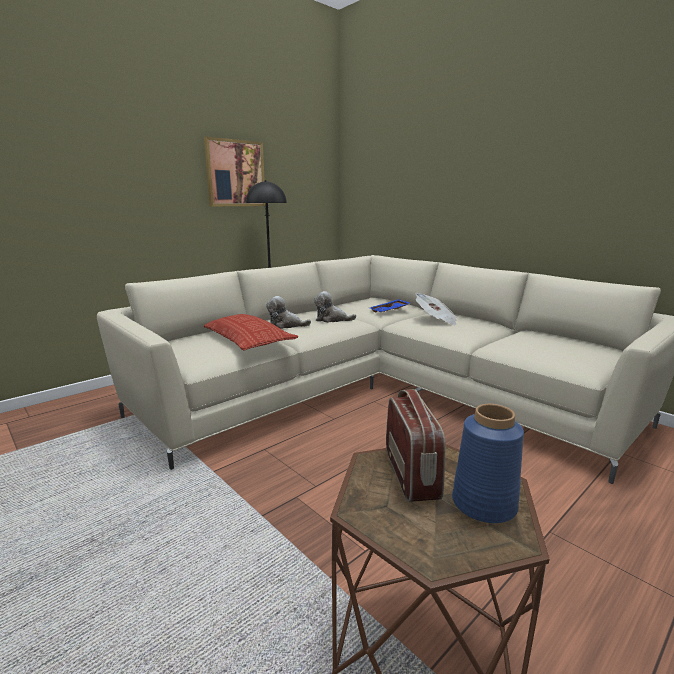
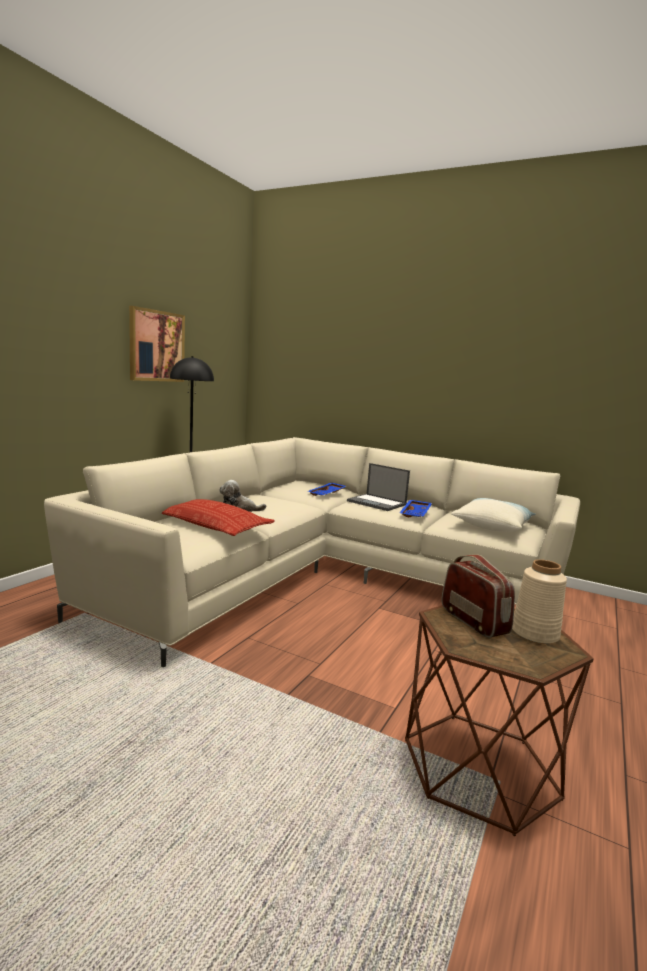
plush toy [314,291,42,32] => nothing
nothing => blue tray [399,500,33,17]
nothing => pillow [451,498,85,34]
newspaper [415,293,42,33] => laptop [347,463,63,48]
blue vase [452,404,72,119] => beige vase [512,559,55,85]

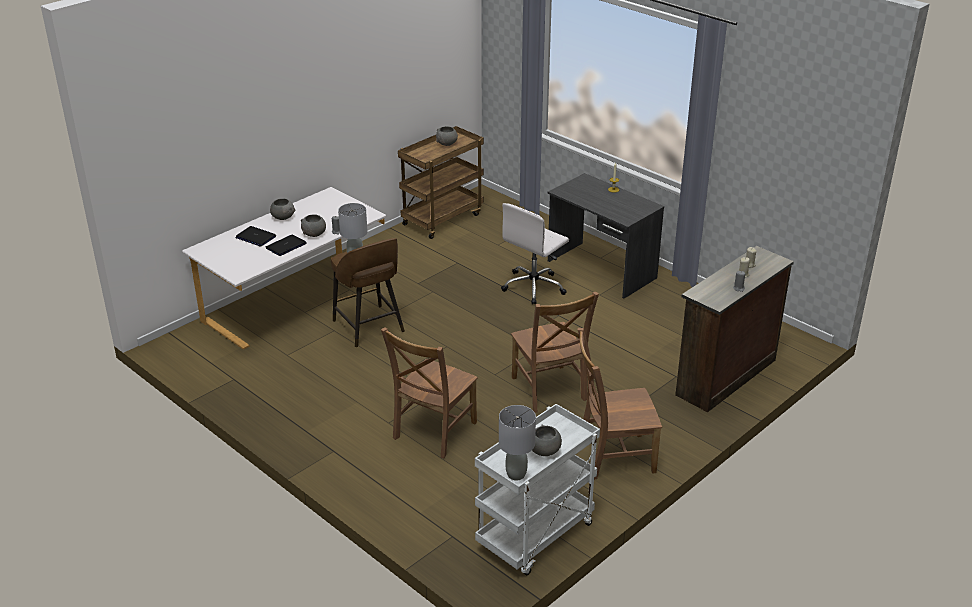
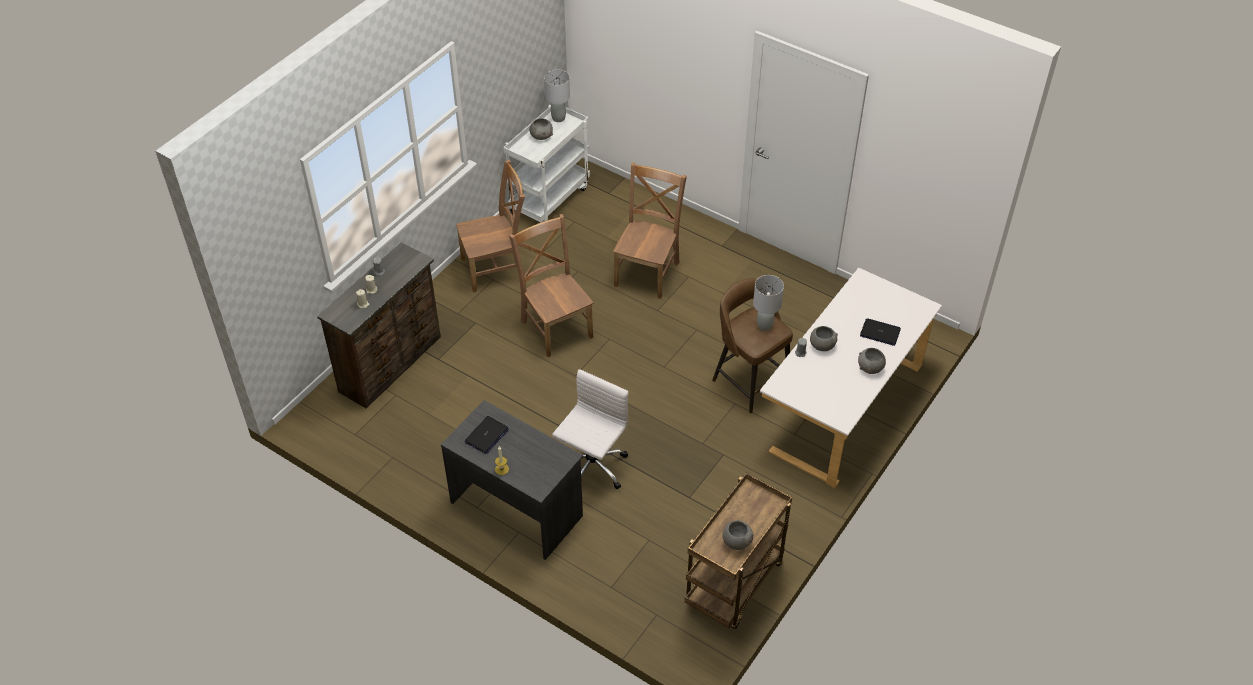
laptop [266,234,41,22] => laptop [465,416,44,38], moved

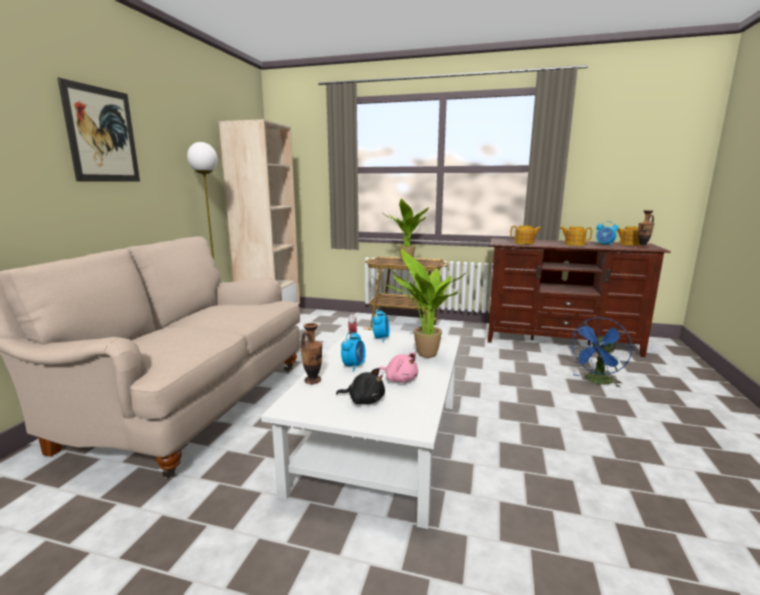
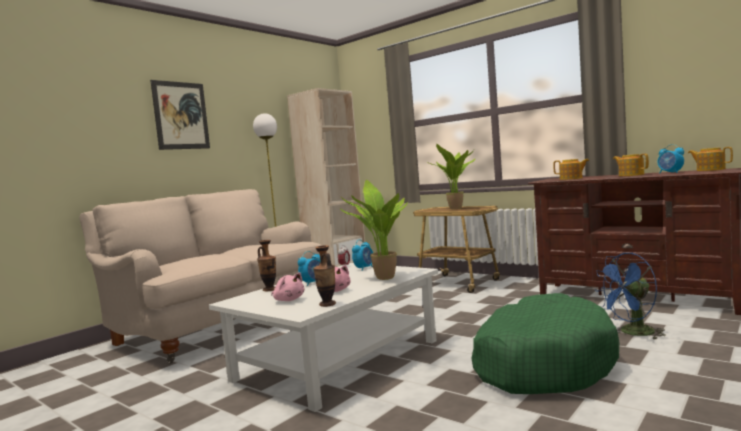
nothing => green dog bed [471,293,149,101]
vase [637,210,17,38] => vase [313,245,23,62], moved
black plush toy [336,368,49,36] => pink plush toy [271,272,34,29]

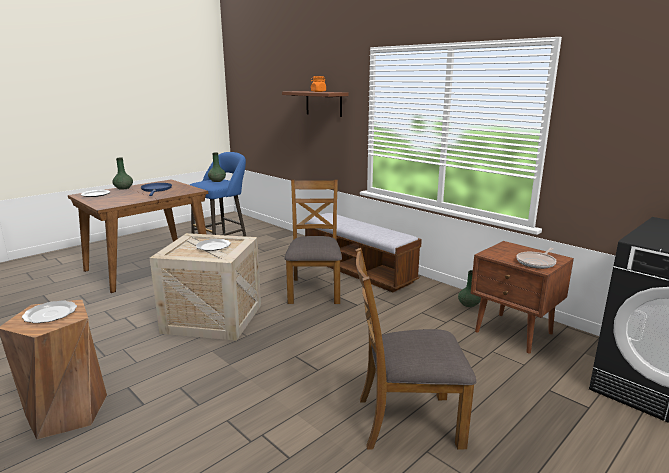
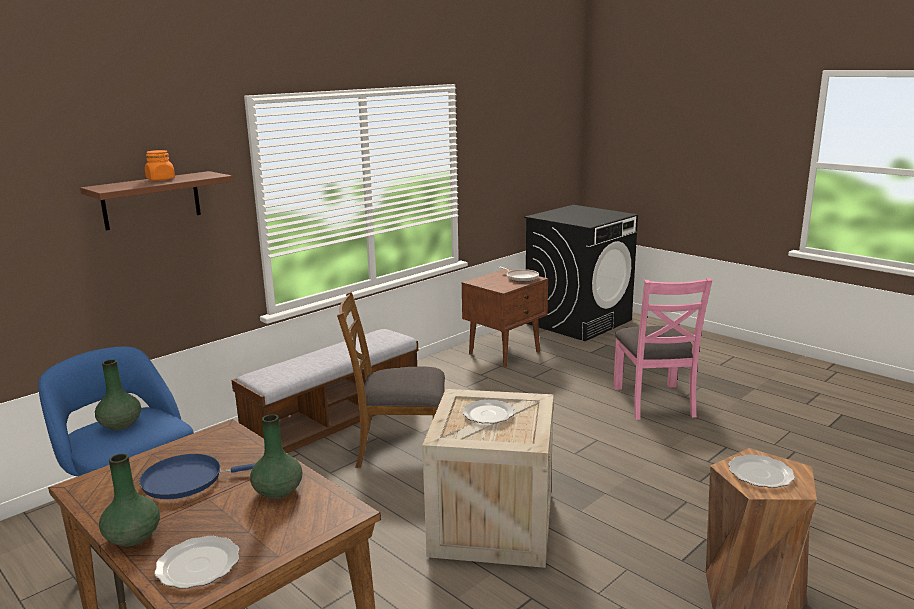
green vase [458,270,23,37] => green vase [250,414,53,85], moved
brown chair [356,248,120,202] => pink chair [613,278,99,142]

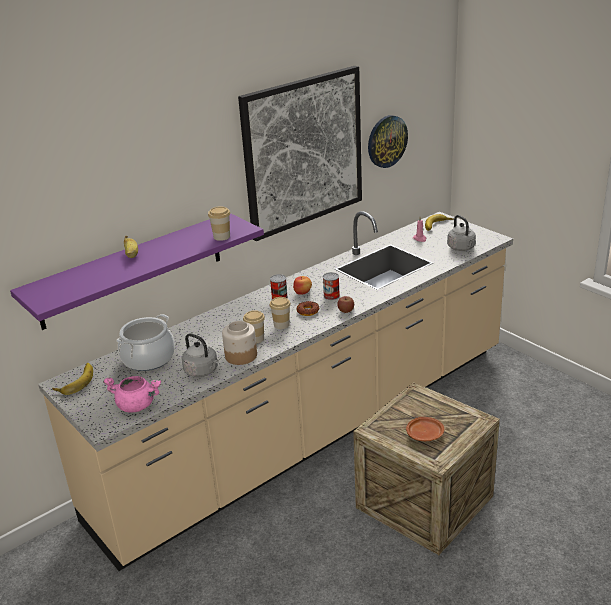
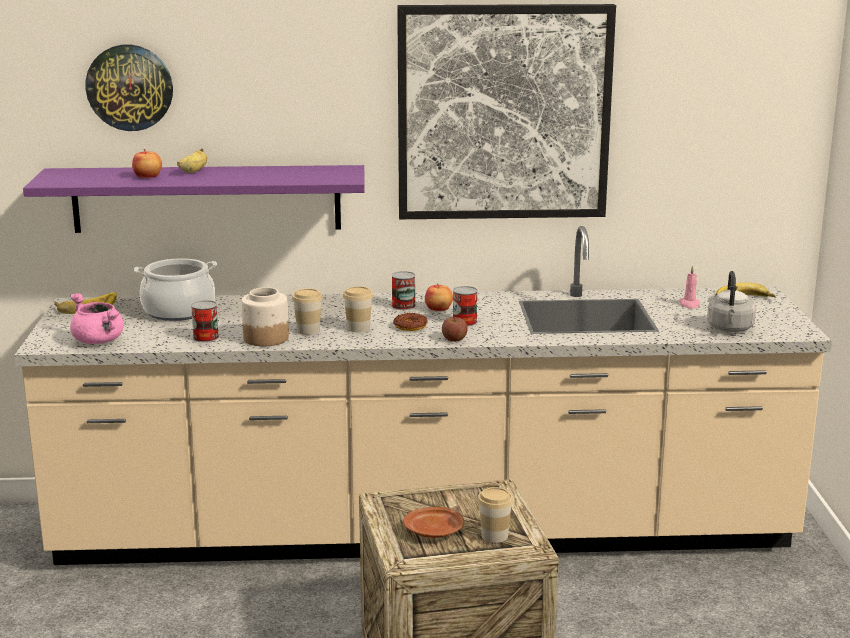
nothing => apple [132,149,30,29]
cup [208,206,22,35] => cup [478,487,35,56], moved
wall clock [368,115,40,53] => wall clock [85,45,88,86], moved
grey kettle [182,333,37,44] => can [191,300,28,42]

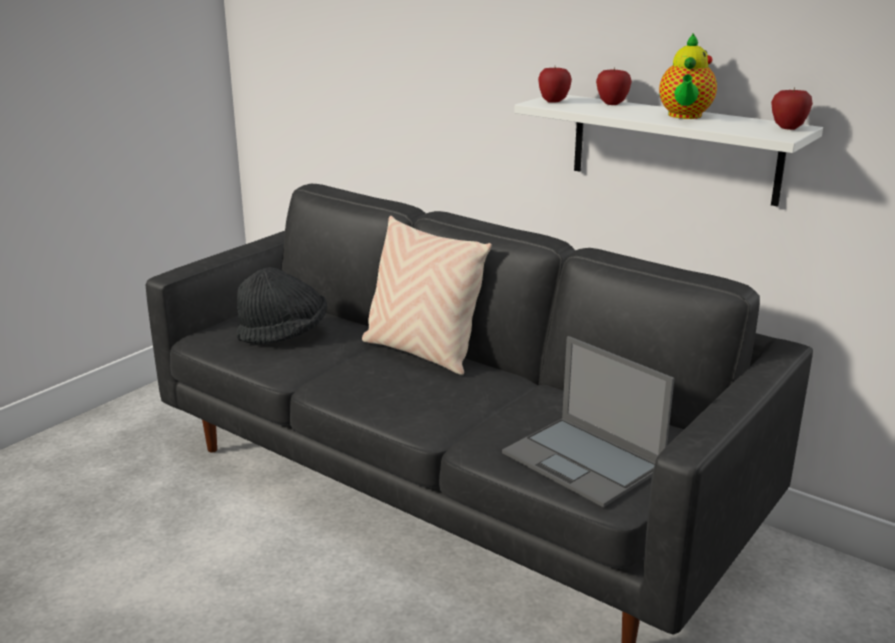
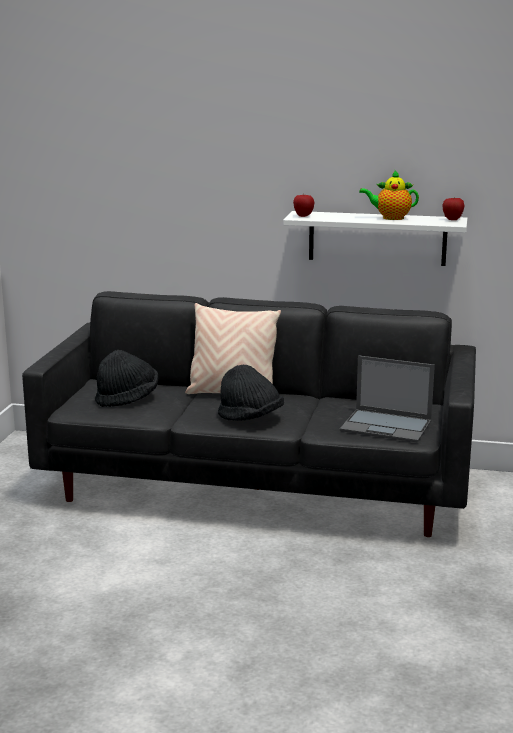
apple [596,68,36,37] => nothing
nothing => black hat [218,365,66,56]
teapot [659,33,58,86] => teapot [359,170,60,50], 105 degrees clockwise

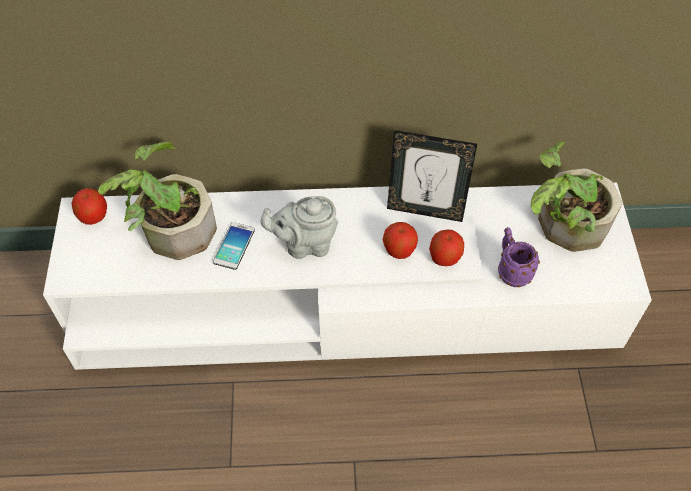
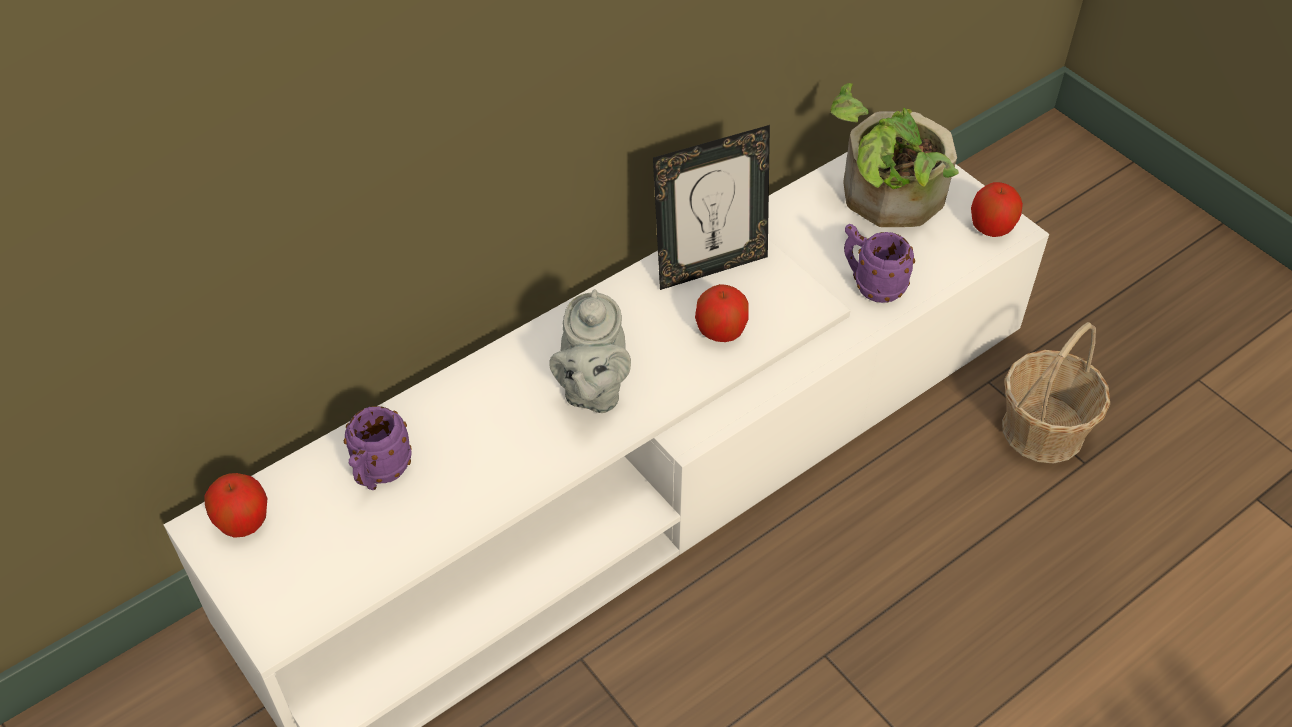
phone [213,222,42,48] => nothing
nothing => basket [1002,322,108,142]
apple [429,229,35,37] => apple [971,182,52,55], moved
potted plant [98,142,119,118] => purple mug [344,406,68,84]
grey teapot [261,196,77,63] => grey teapot [549,289,82,124], 45 degrees counterclockwise

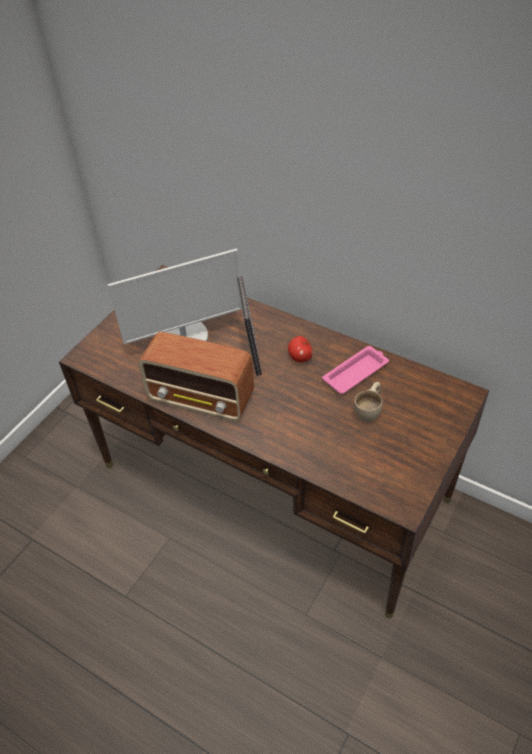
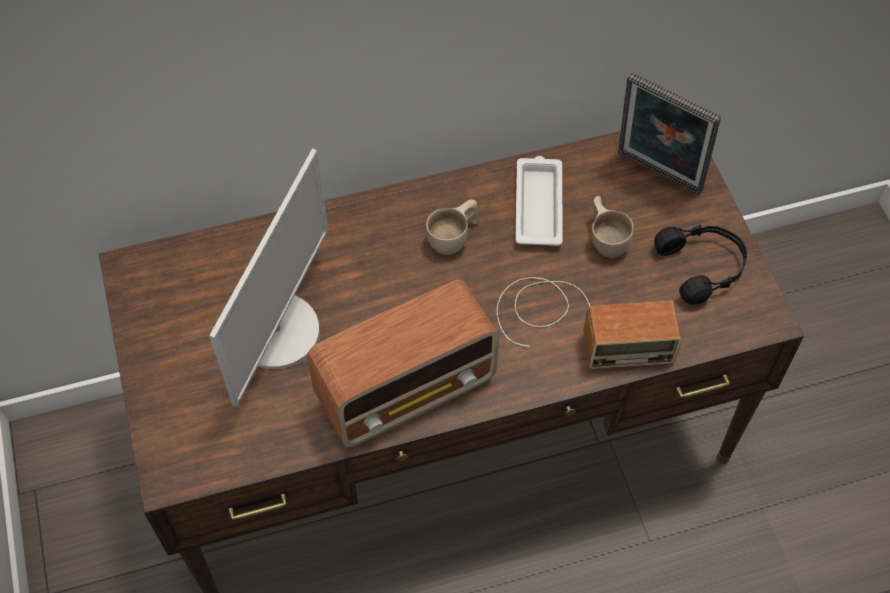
nothing => radio [497,277,185,92]
nothing => black headphones [654,224,93,81]
picture frame [237,276,25,100] => picture frame [618,73,103,122], moved
apple [288,336,25,26] => beige cup [426,199,53,56]
pink tray [322,346,67,48] => white tray [515,156,47,90]

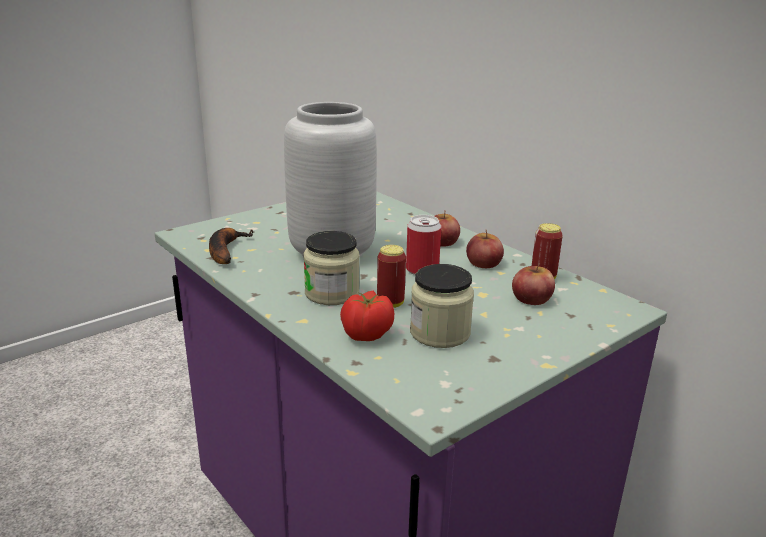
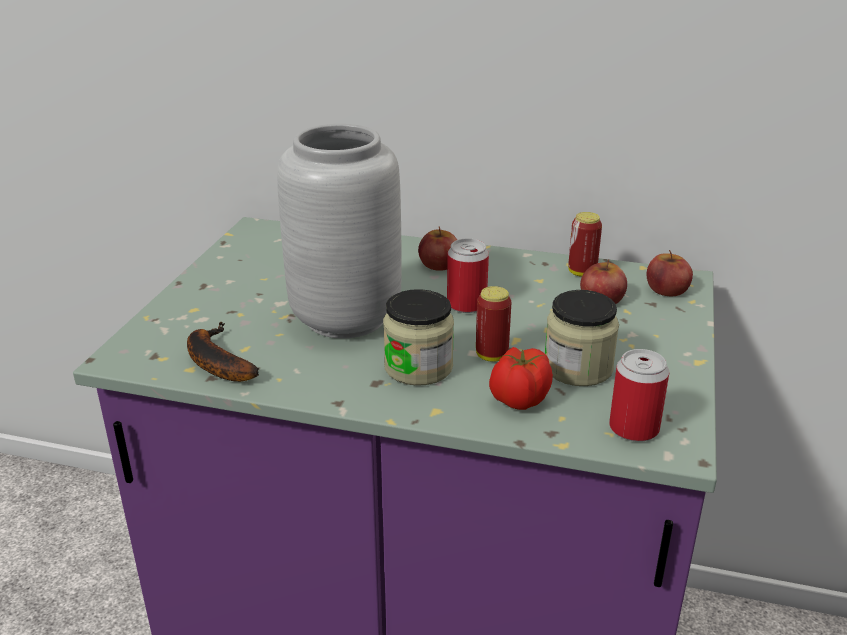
nothing => can [609,349,60,93]
apple [466,230,38,38] => apple [647,250,46,46], moved

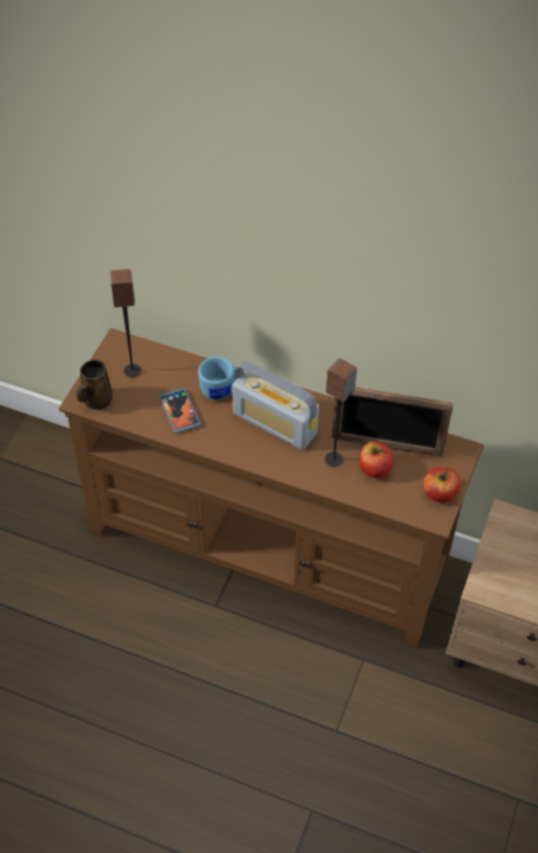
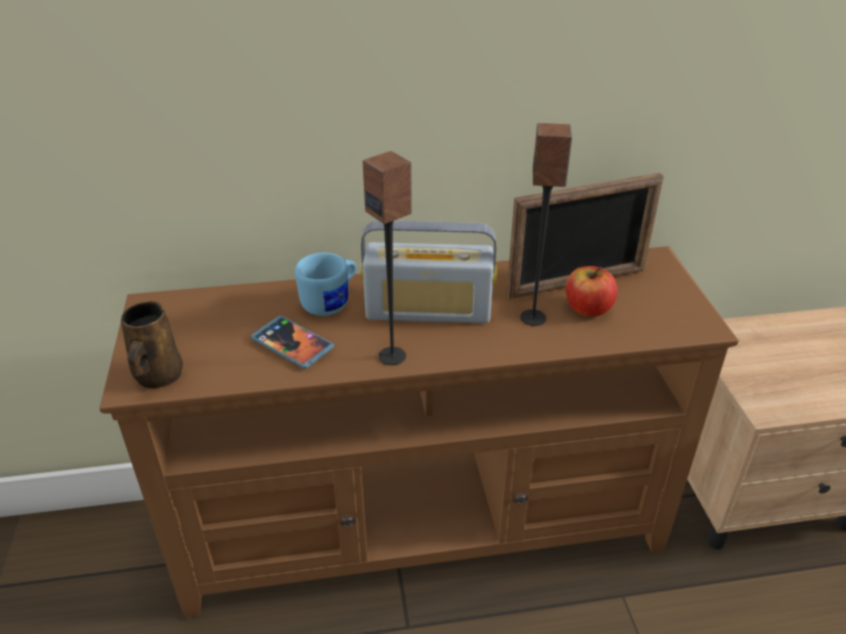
apple [423,467,38,36] => nothing
speaker [110,269,31,108] => speaker [363,151,49,214], moved

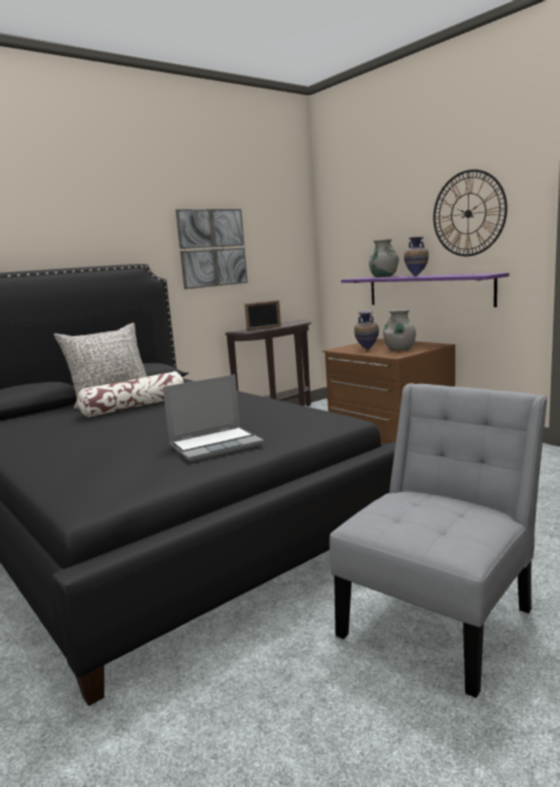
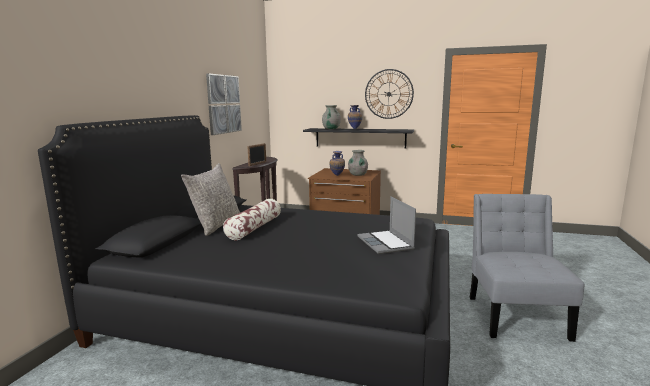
purple shelf [341,273,168,34] => black shelf [303,128,111,21]
laptop [163,374,101,88] => laptop [358,196,58,58], 135 degrees clockwise

